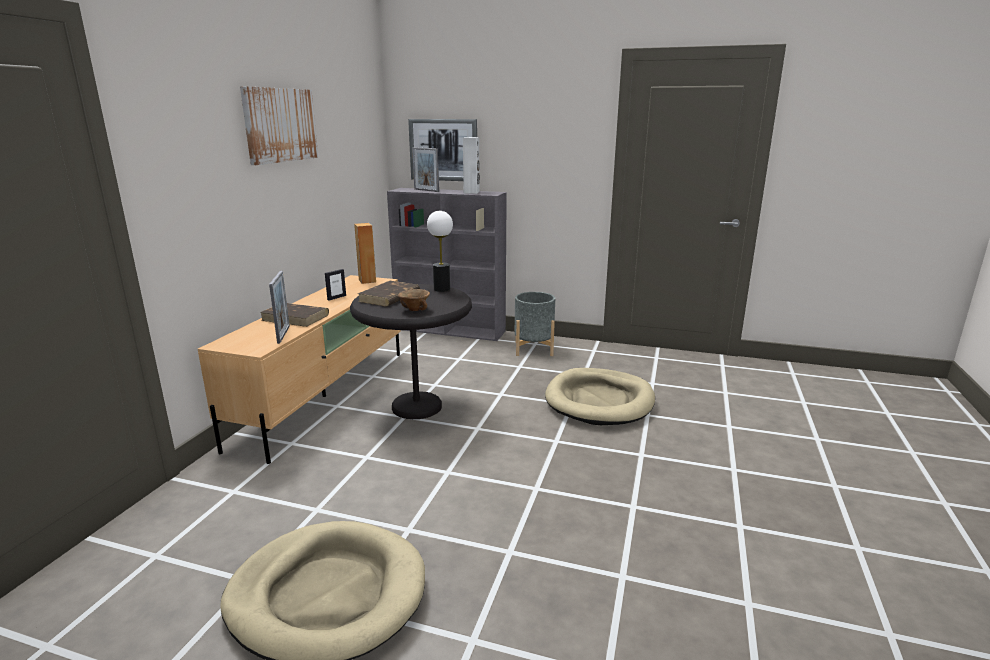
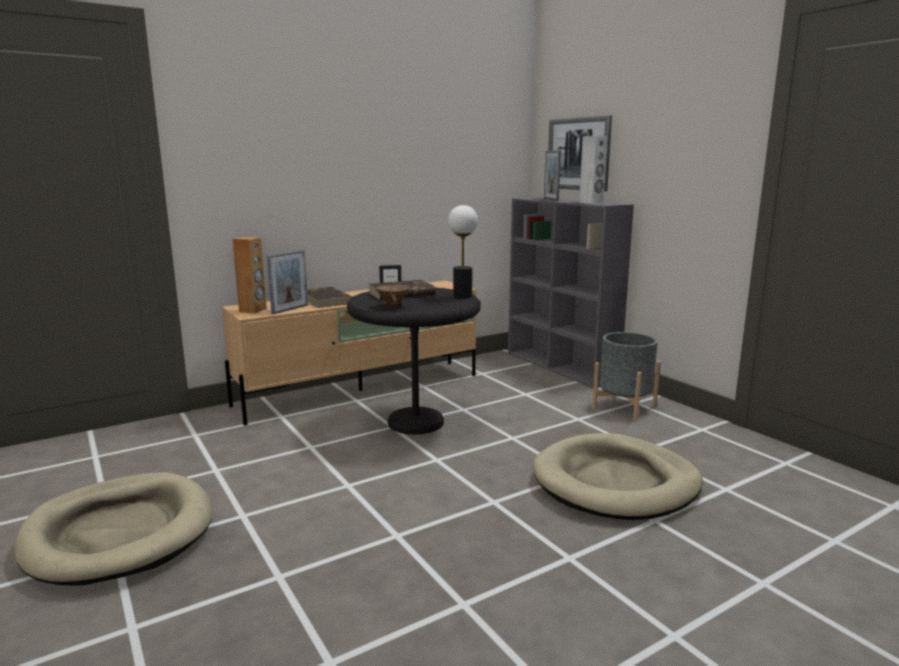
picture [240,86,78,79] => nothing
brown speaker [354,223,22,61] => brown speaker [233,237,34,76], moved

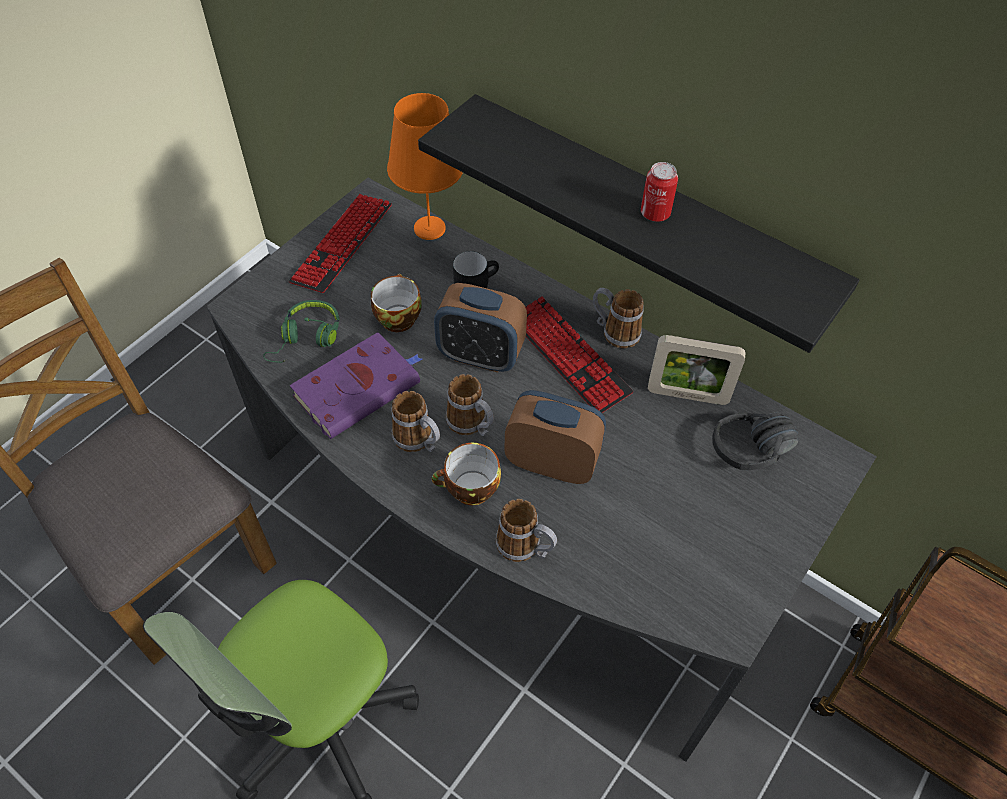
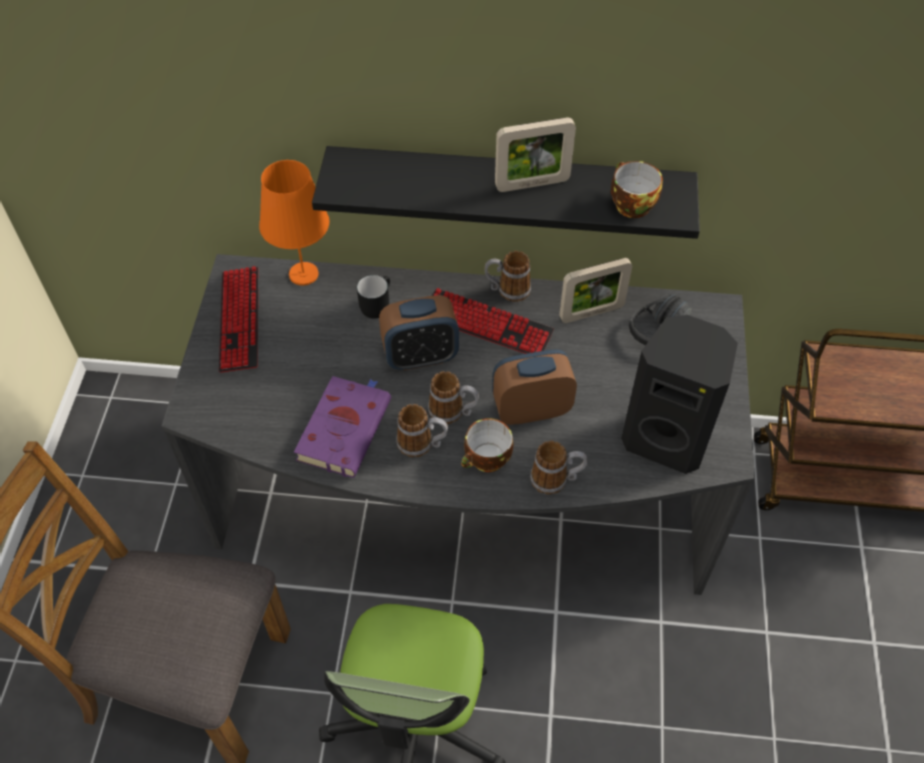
green headphones [263,300,77,63] => nothing
nothing => black speaker [621,315,117,159]
cup [371,274,51,58] => cup [611,161,52,57], moved
can [641,162,37,60] => picture frame [495,117,81,75]

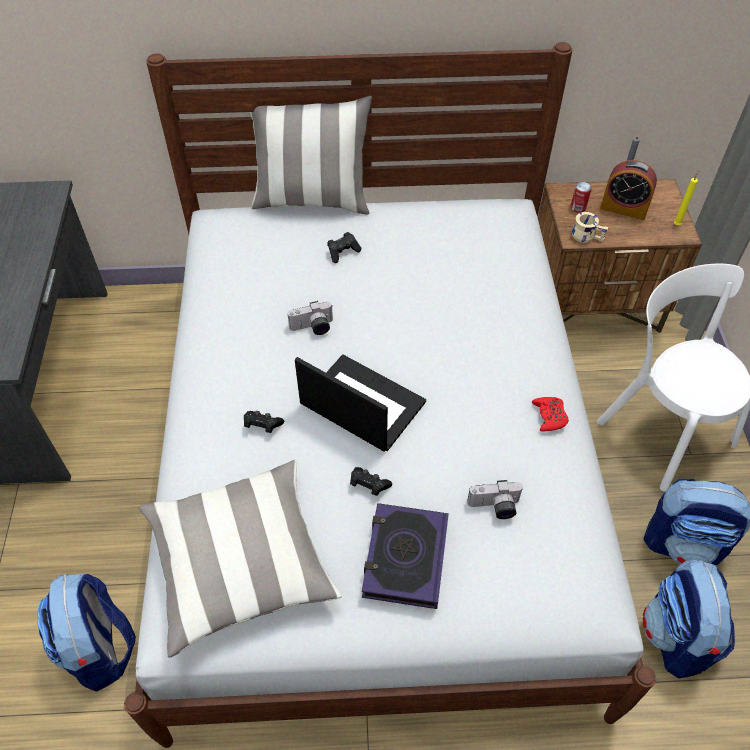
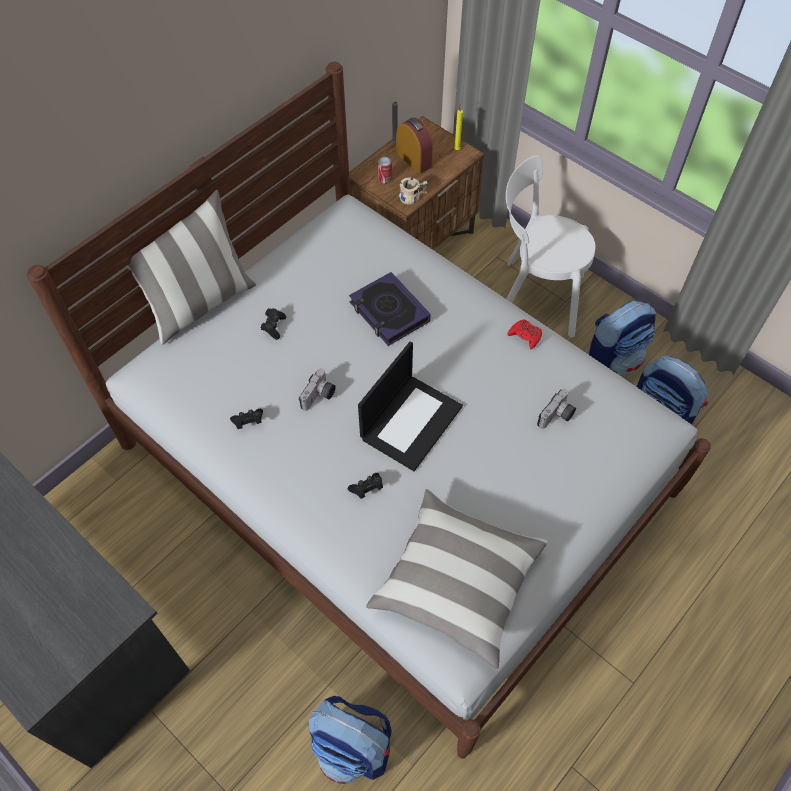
black game controller [350,467,42,29] => black game controller [230,409,33,20], moved
book [362,503,87,106] => book [349,272,82,74], moved
laptop [295,355,131,97] => laptop [358,341,105,130], 135 degrees clockwise
alarm clock [600,160,57,60] => alarm clock [396,117,37,57], 105 degrees counterclockwise

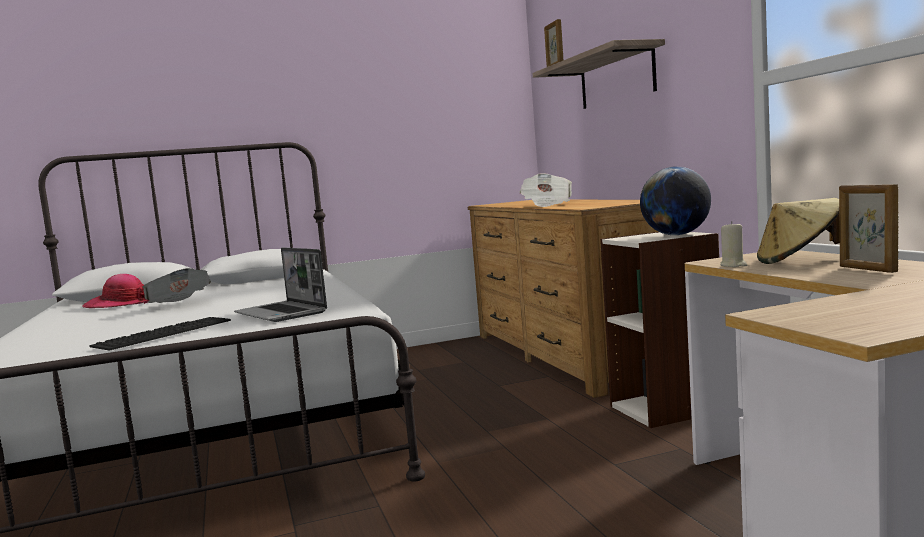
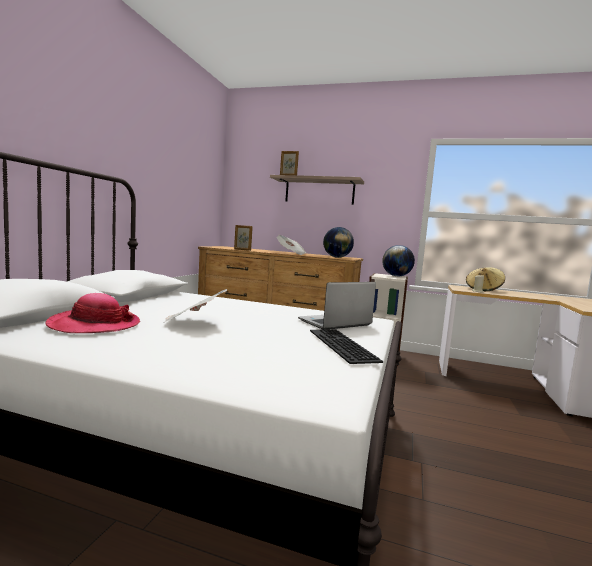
nothing => globe [323,227,31,31]
picture frame [839,184,60,89] => picture frame [234,225,19,26], moved
laptop [234,247,93,75] => laptop [298,282,78,48], 150 degrees clockwise

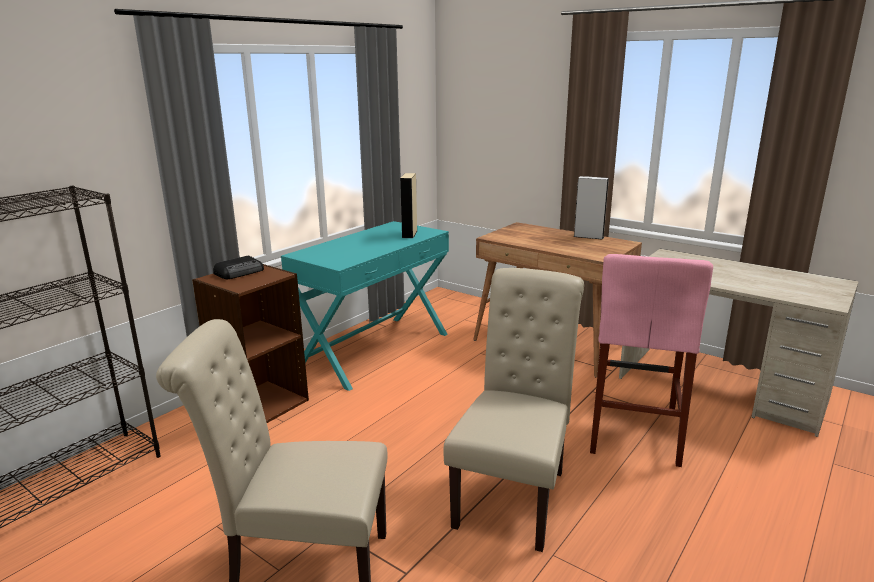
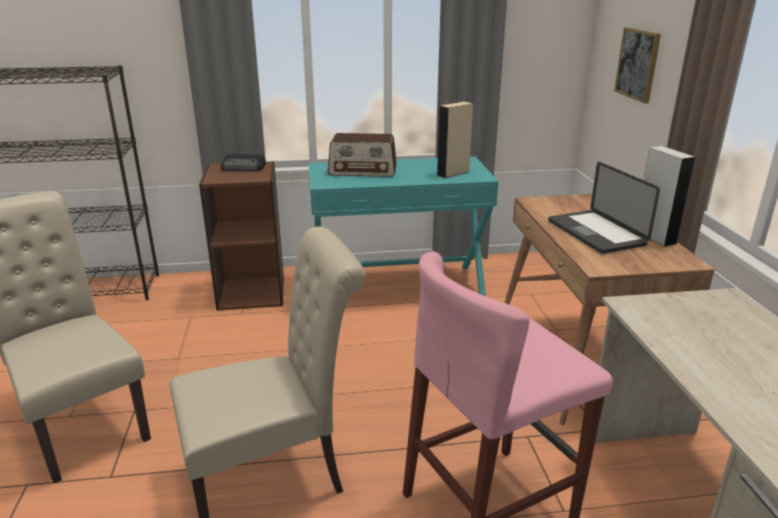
nothing => radio [328,133,69,44]
nothing => laptop [548,162,112,92]
nothing => picture [614,27,47,76]

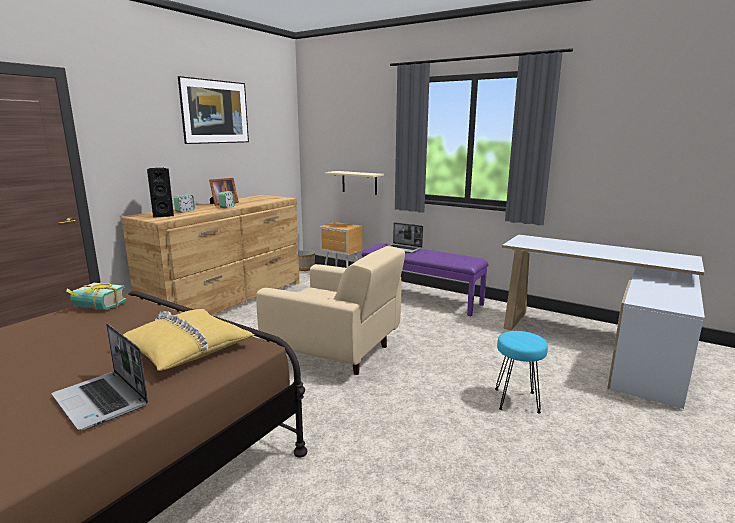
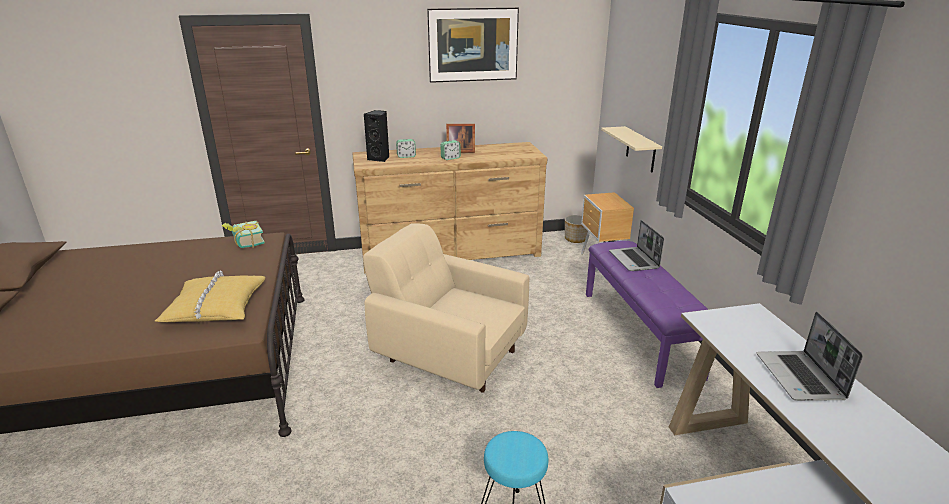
laptop [52,323,96,108] => laptop [757,312,106,89], moved
beige armchair [256,246,149,129] => beige armchair [363,223,166,170], 135 degrees clockwise

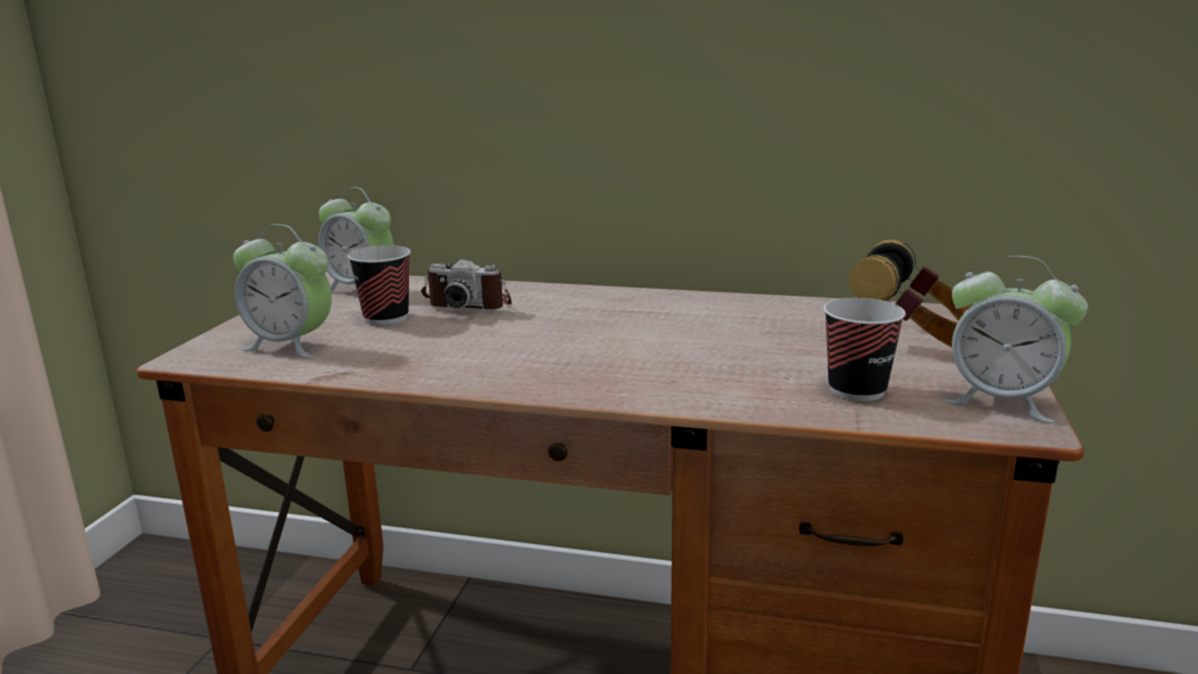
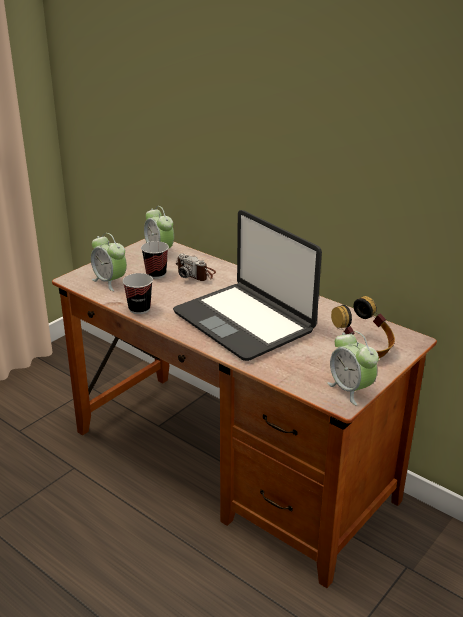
nothing => laptop [173,210,149,151]
cup [824,298,82,103] => cup [123,273,30,41], moved

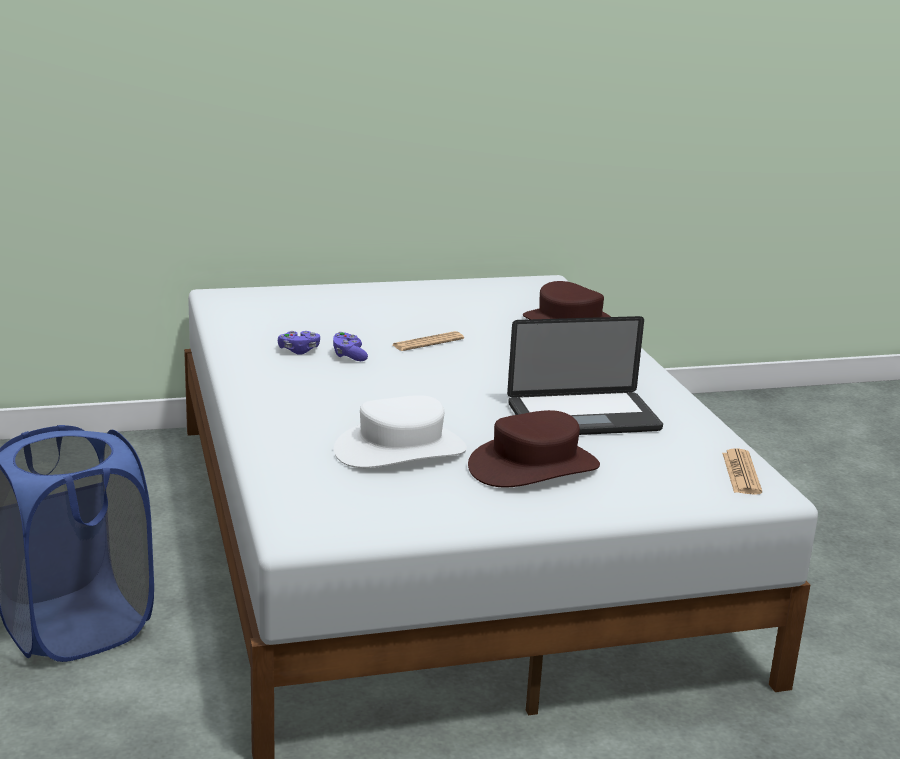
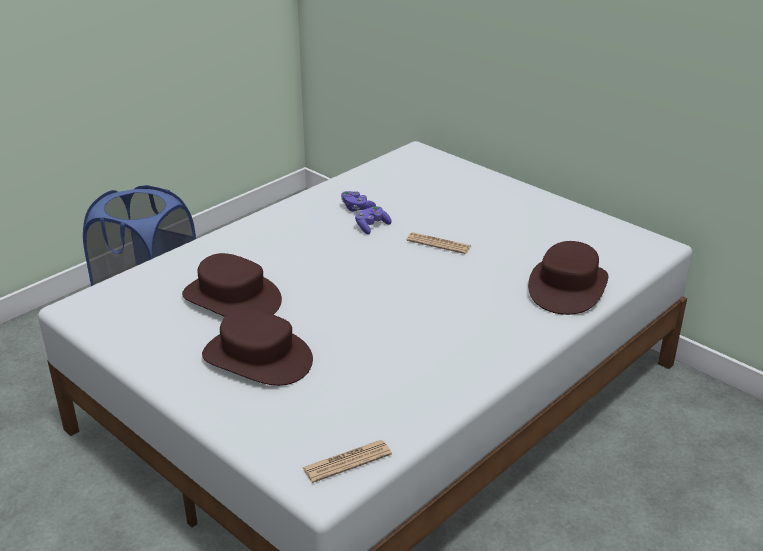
laptop [507,316,156,119] => nothing
white hat [334,395,133,73] => brown hat [182,253,100,64]

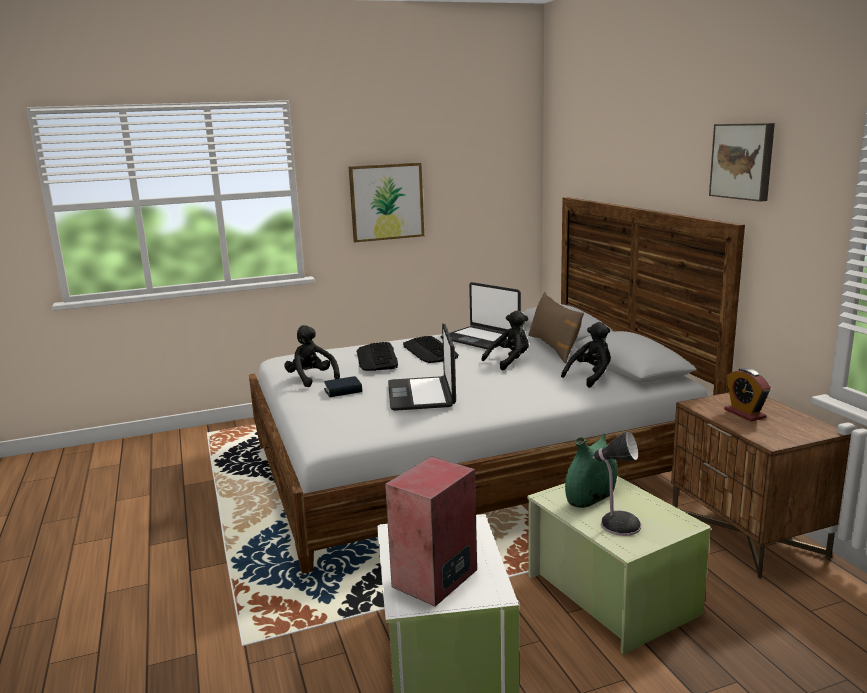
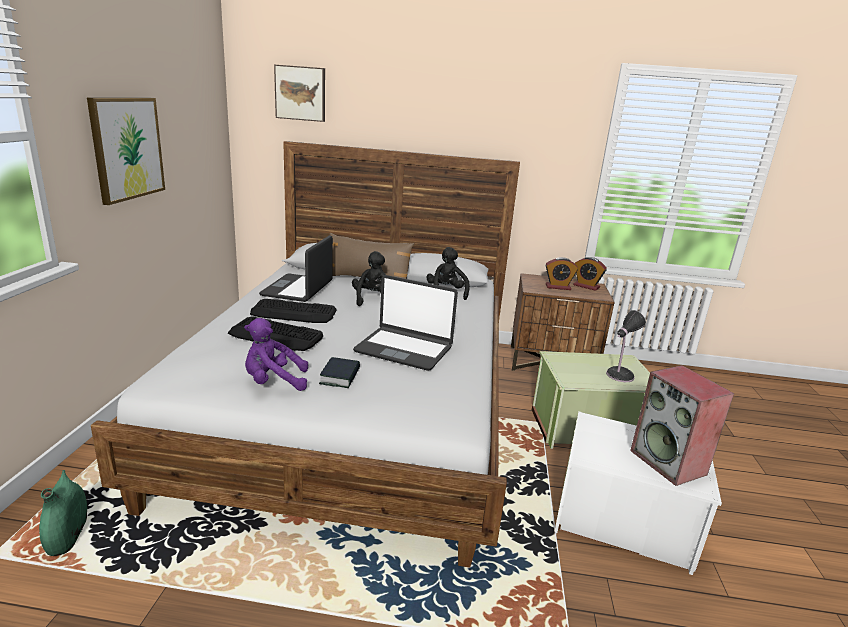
nothing => alarm clock [573,257,34,34]
green vase [565,433,53,75] => green vase [39,470,48,86], moved
picture [709,123,66,79] => picture [274,65,51,57], moved
black plush toy [284,325,56,62] => purple plush toy [244,318,64,73]
laptop [440,282,81,67] => laptop [259,235,74,67], 120 degrees clockwise

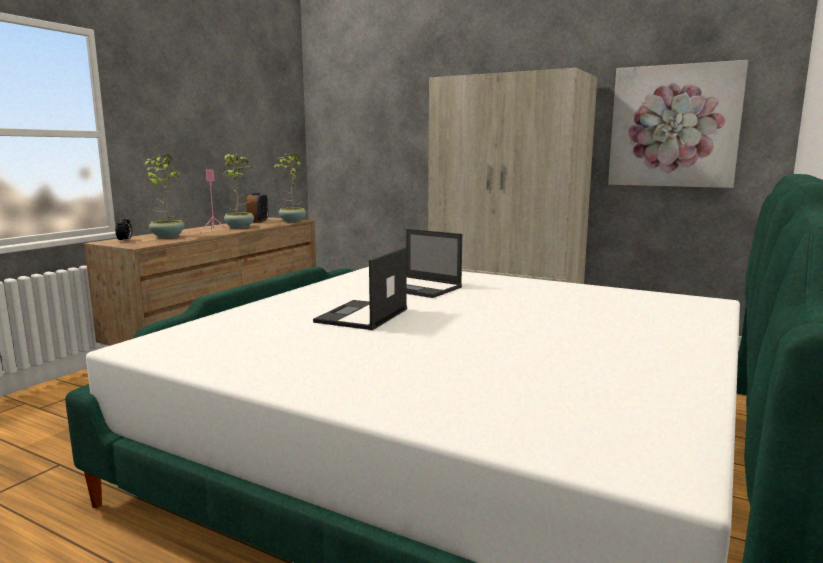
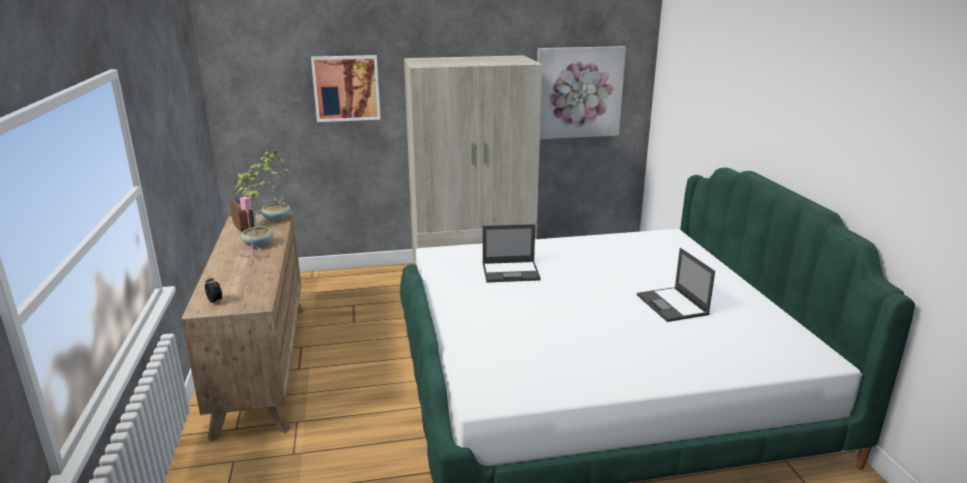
potted plant [145,154,39,84] => nothing
nothing => picture [311,55,70,67]
laptop [313,247,94,83] => laptop [637,248,78,74], moved

